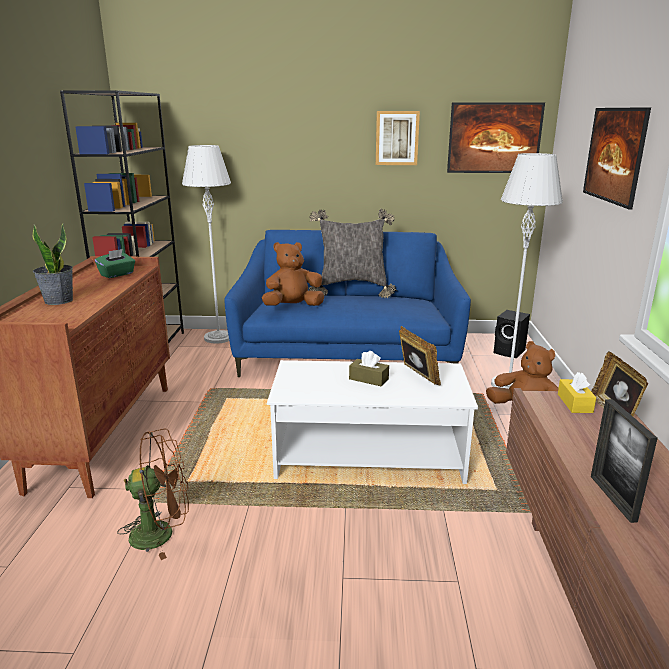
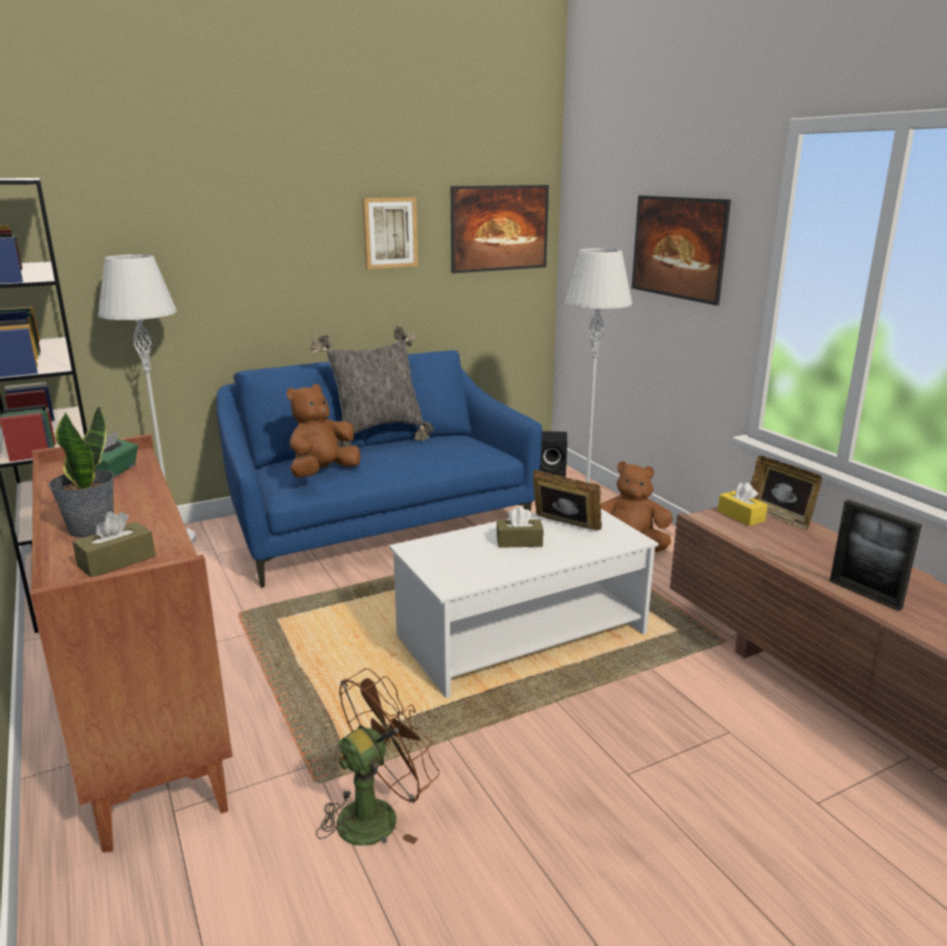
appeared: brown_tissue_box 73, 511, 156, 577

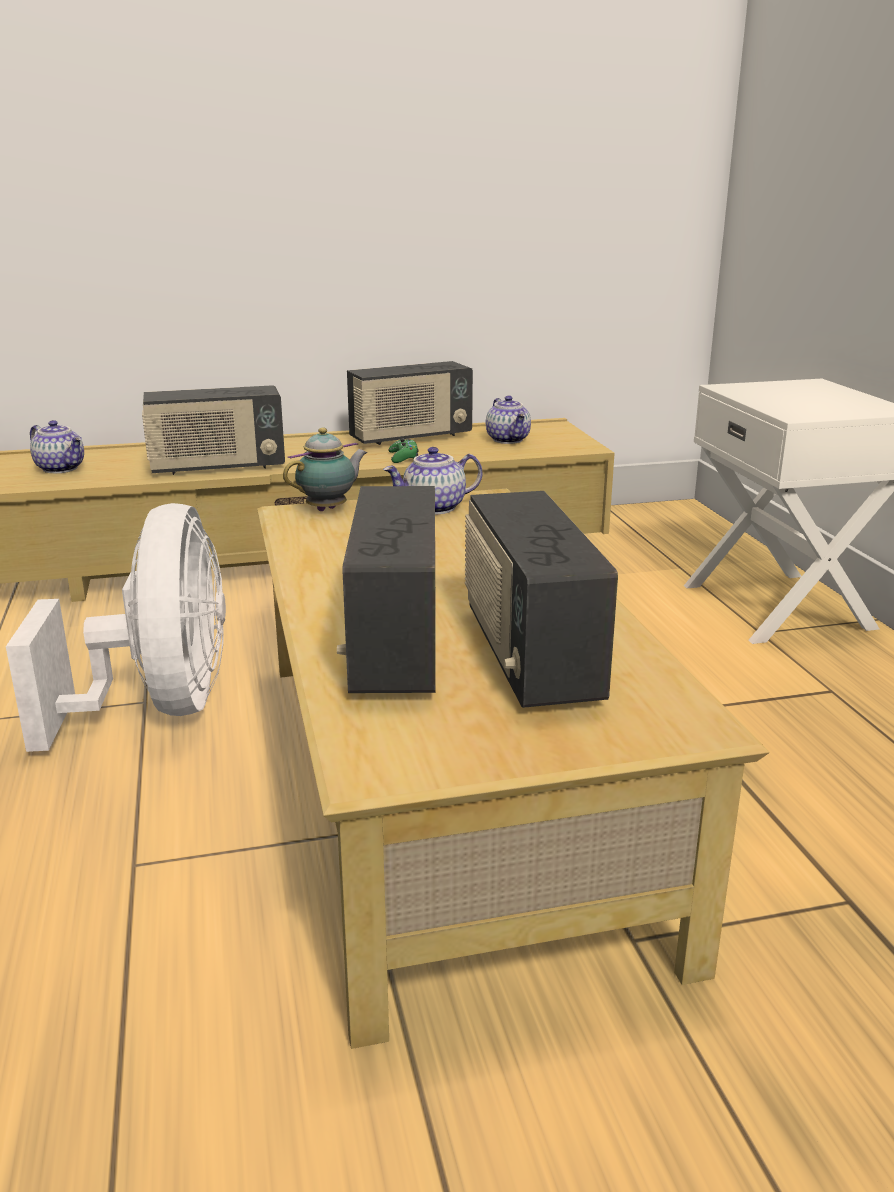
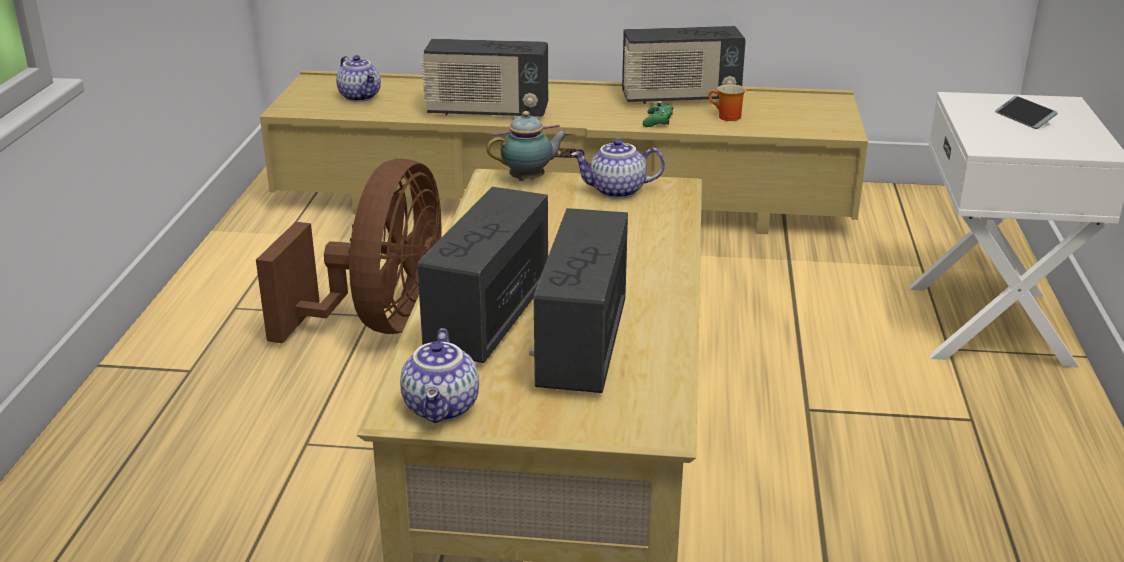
appeared: mug 708, 84, 746, 121; phone 995, 96, 1058, 129
relocated: teapot 486, 396, 531, 444 to 400, 328, 479, 423
colour: white_fan 6, 503, 226, 752 to brown_fan 256, 159, 442, 344

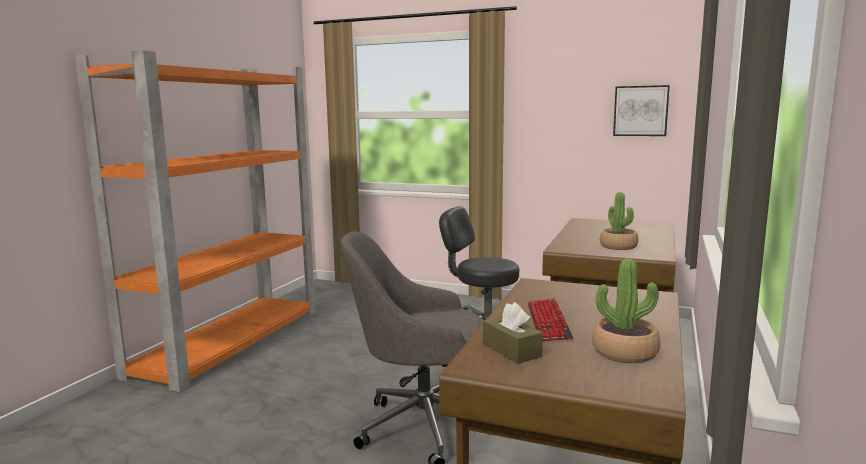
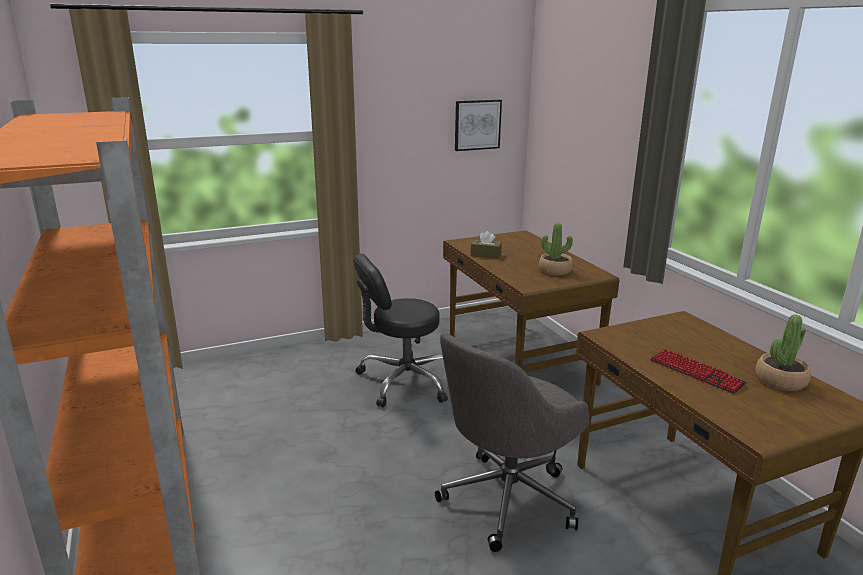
relocated: brown_tissue_box 483, 302, 543, 364 to 471, 231, 502, 258

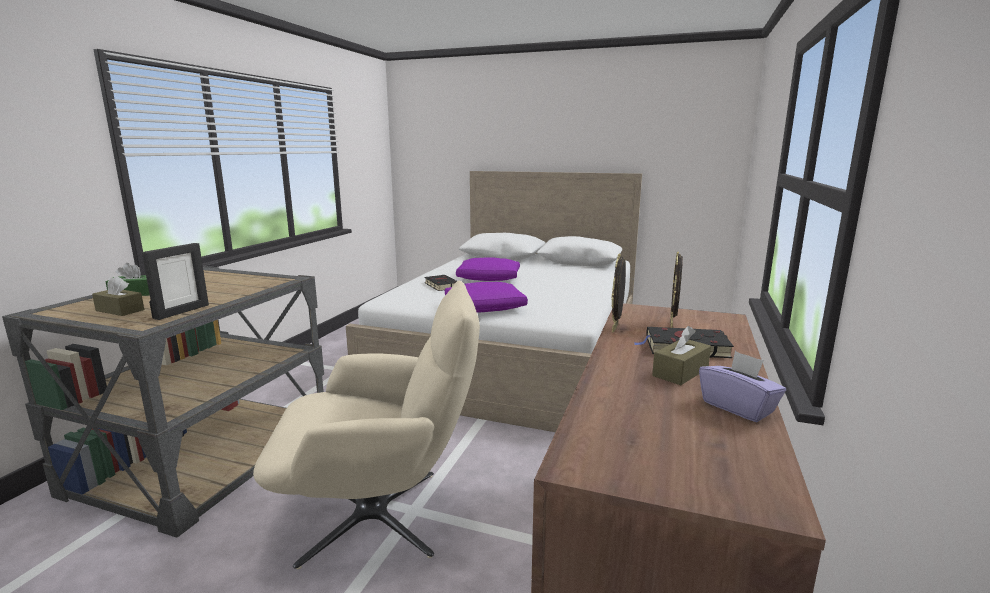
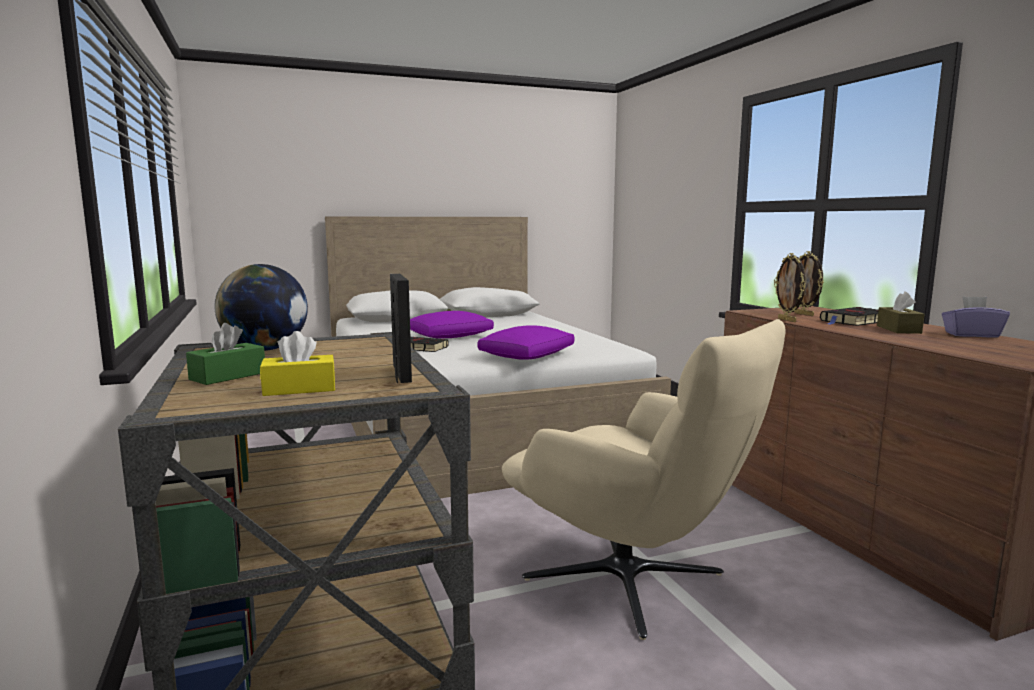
appeared: globe 215, 264, 308, 351
colour: brown_tissue_box 92, 276, 144, 316 to yellow_tissue_box 260, 331, 335, 396
spun: beige_armchair 253, 281, 480, 569 = 502, 319, 785, 640 90 degrees clockwise

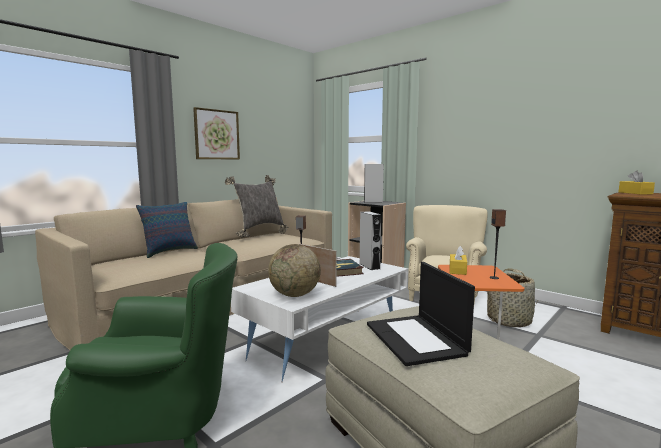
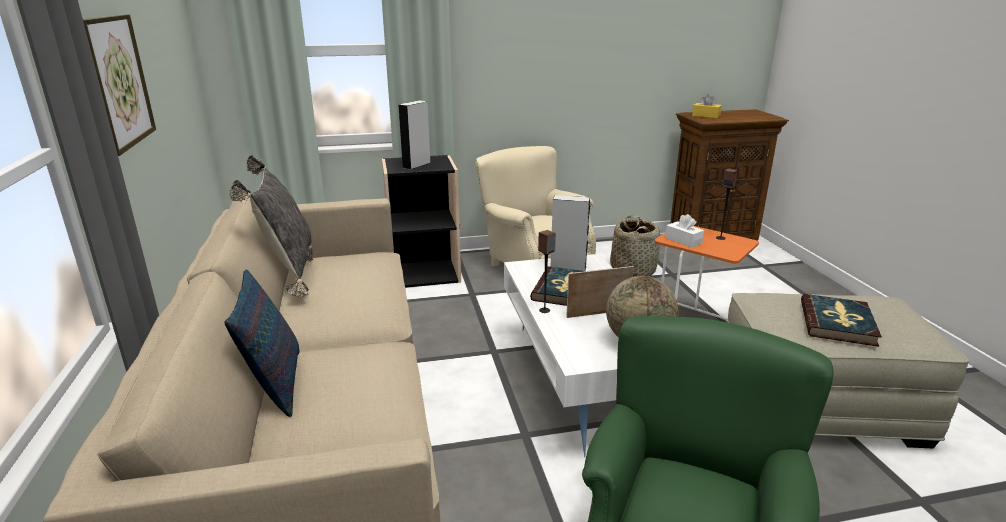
exchanged: laptop 367, 262, 475, 366 to book 801, 294, 882, 347
colour: yellow_tissue_box 450, 246, 467, 275 to white_tissue_box 665, 214, 704, 248

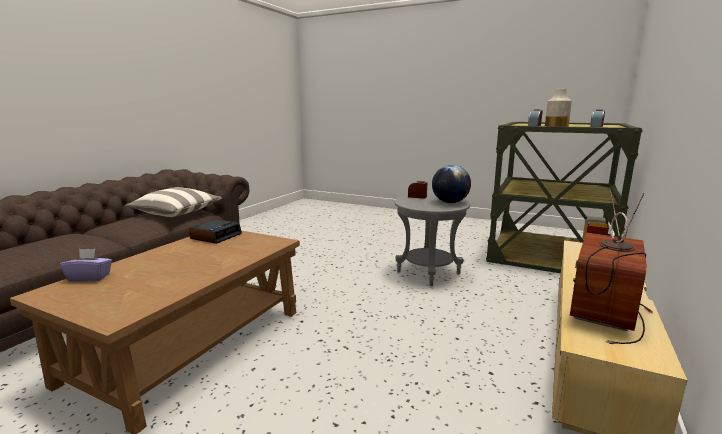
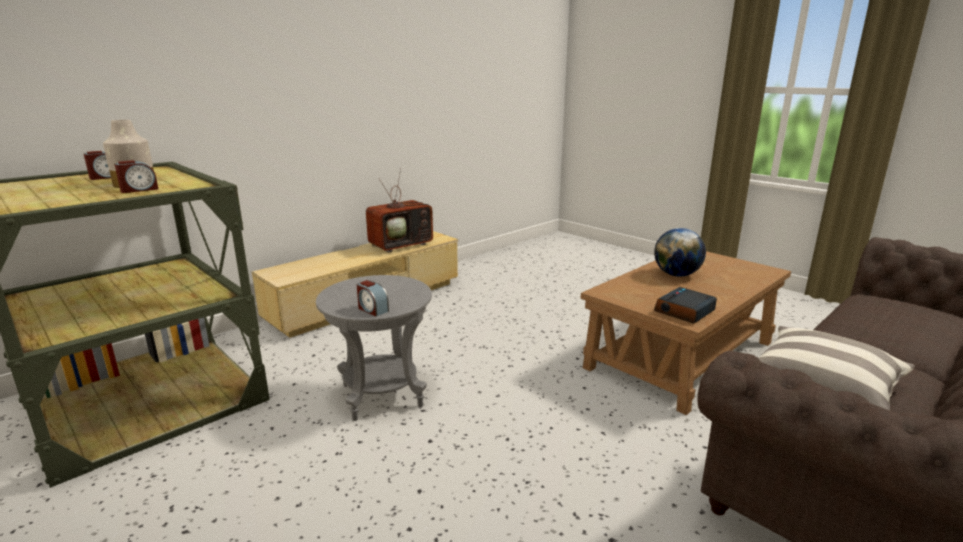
missing: purple_tissue_box 60, 249, 112, 282
relocated: globe 432, 165, 471, 203 to 654, 228, 706, 277

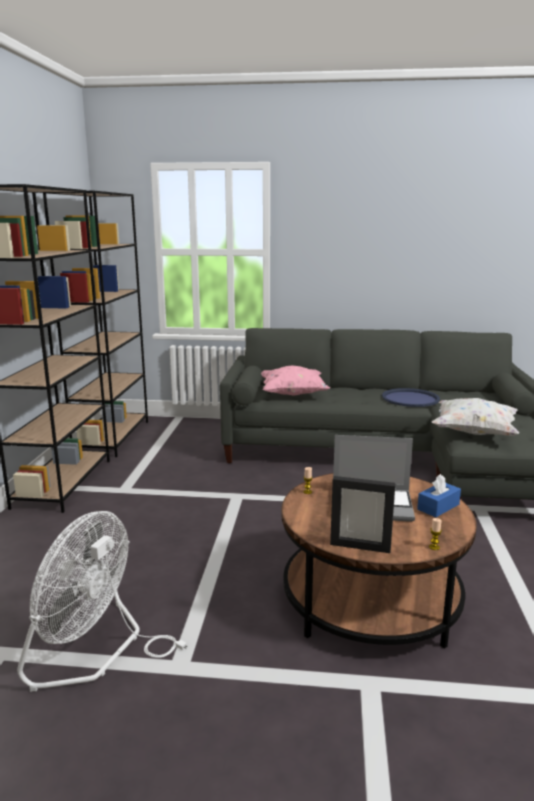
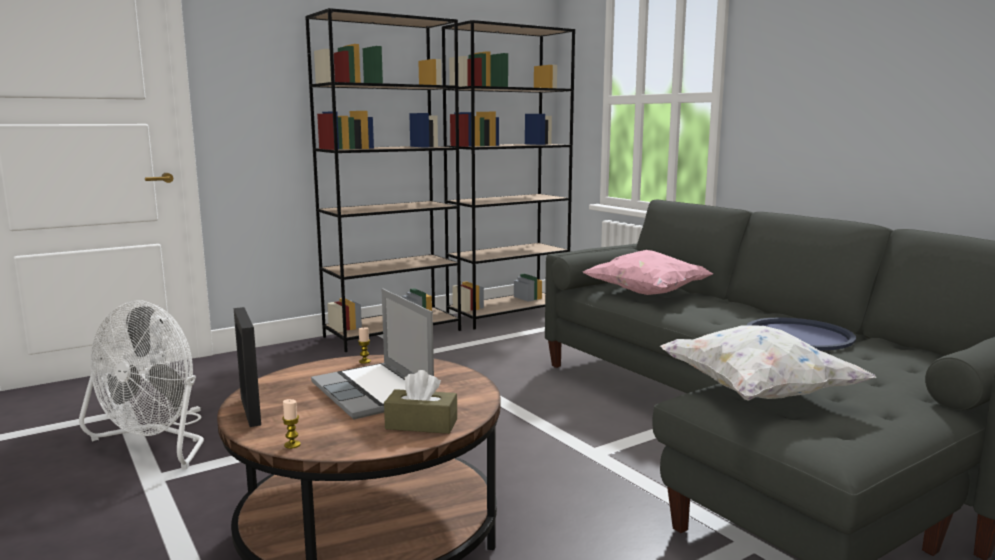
colour: blue_tissue_box 417, 474, 461, 517 to brown_tissue_box 384, 370, 457, 434
spun: white_fan 17, 511, 188, 692 = 79, 300, 204, 469 135 degrees counterclockwise

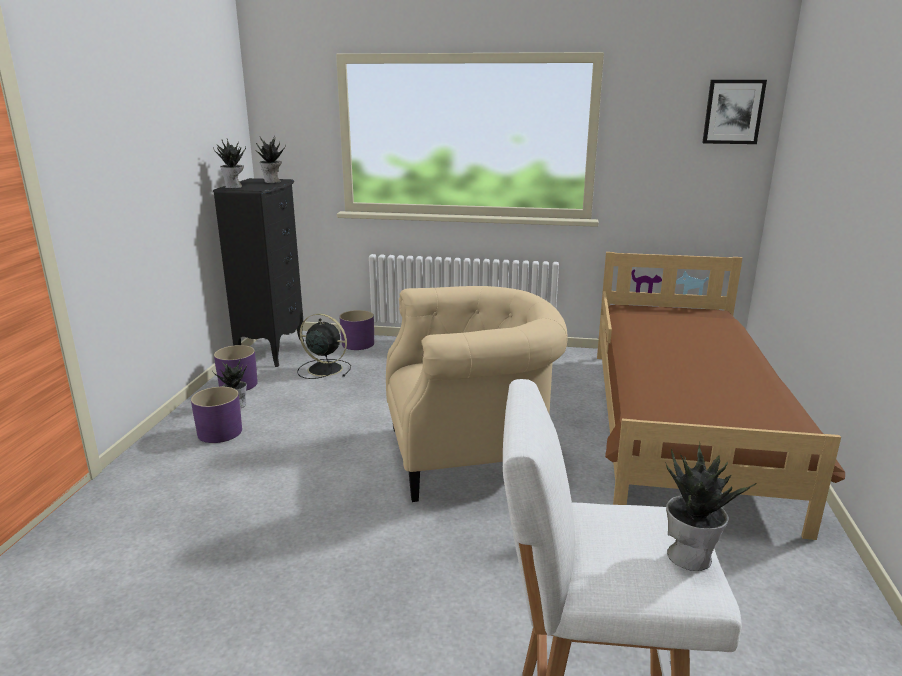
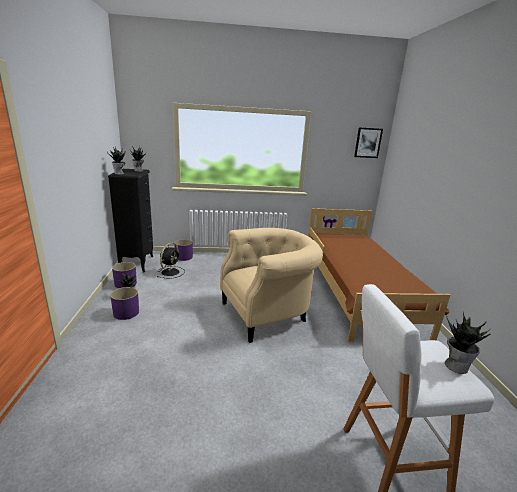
spun: black_fan 297, 313, 351, 379 = 157, 242, 185, 279 105 degrees clockwise

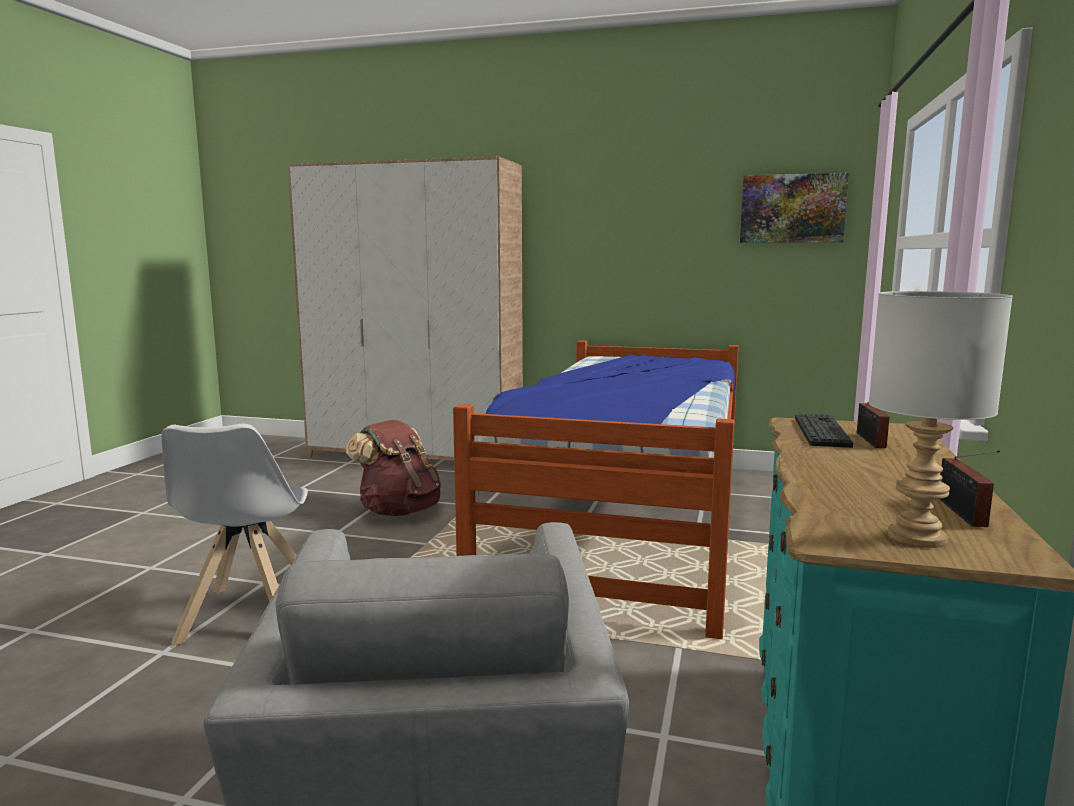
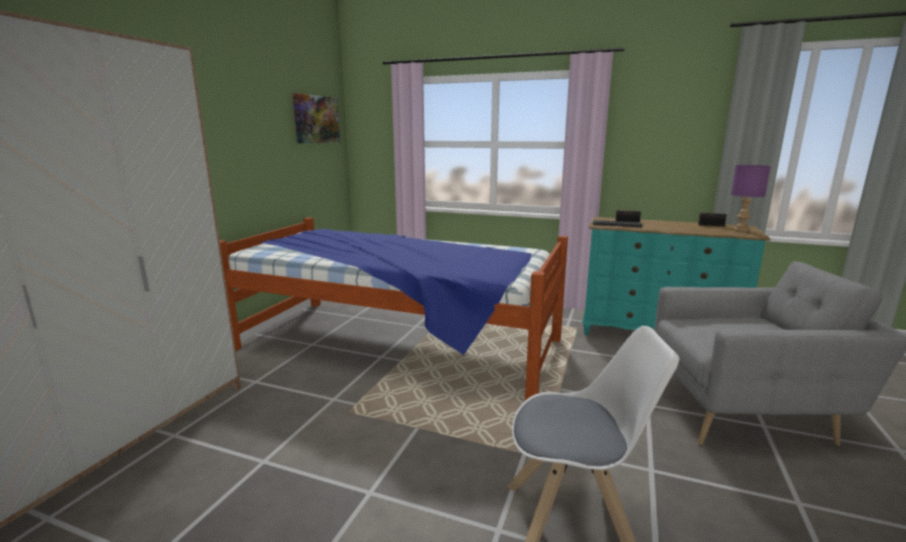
missing: brown_backpack 345, 420, 441, 516
colour: grey_table_lamp 869, 291, 1013, 548 to purple_table_lamp 731, 165, 771, 232

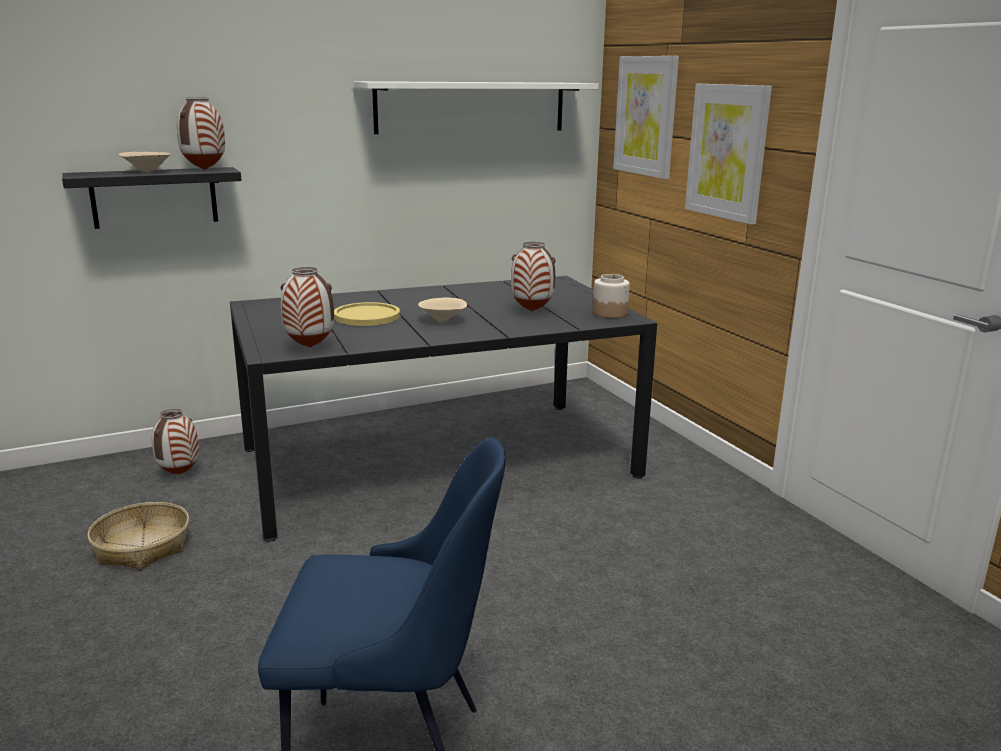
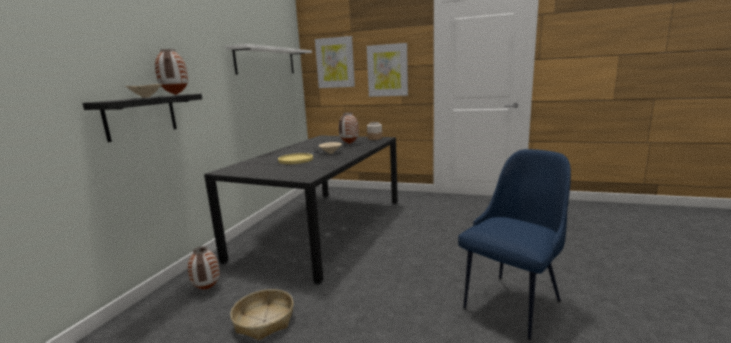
missing: vase 281, 267, 334, 348

